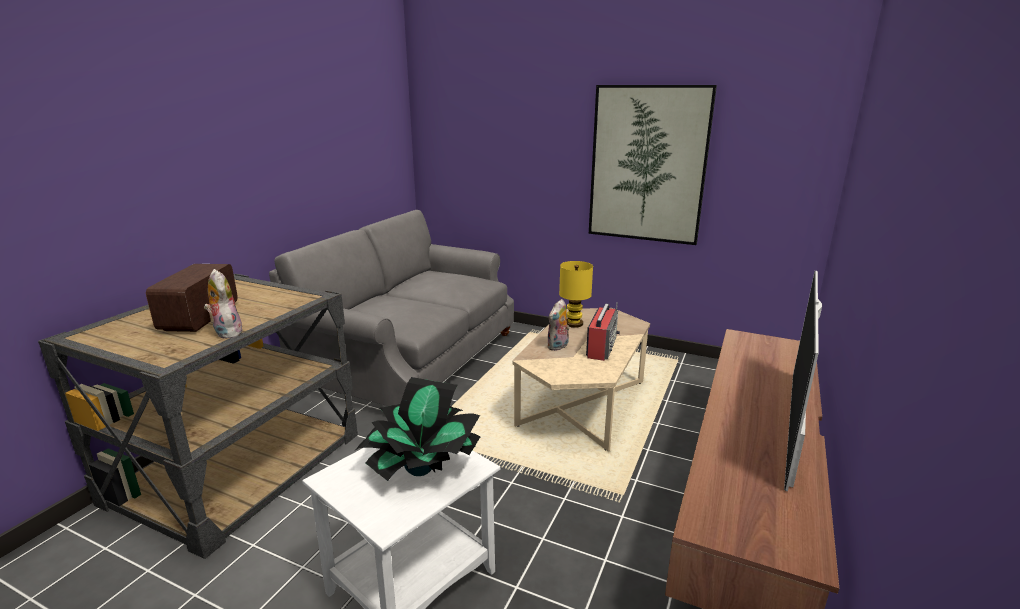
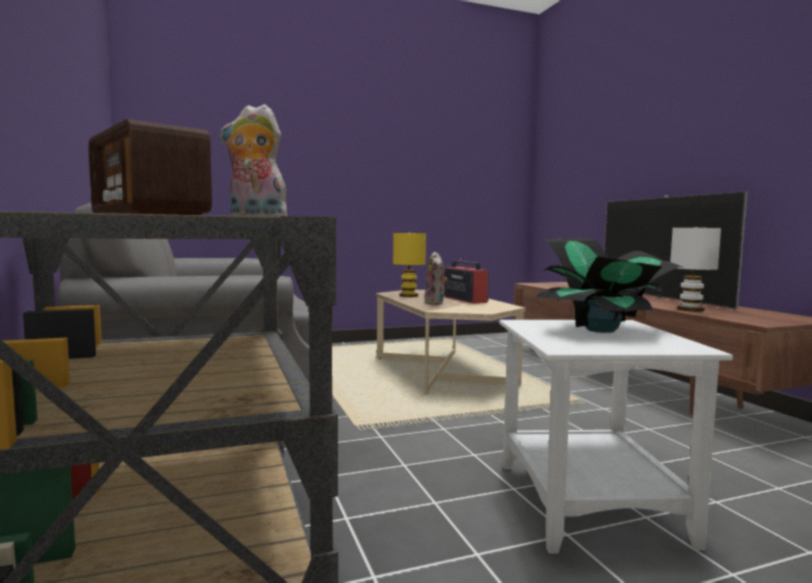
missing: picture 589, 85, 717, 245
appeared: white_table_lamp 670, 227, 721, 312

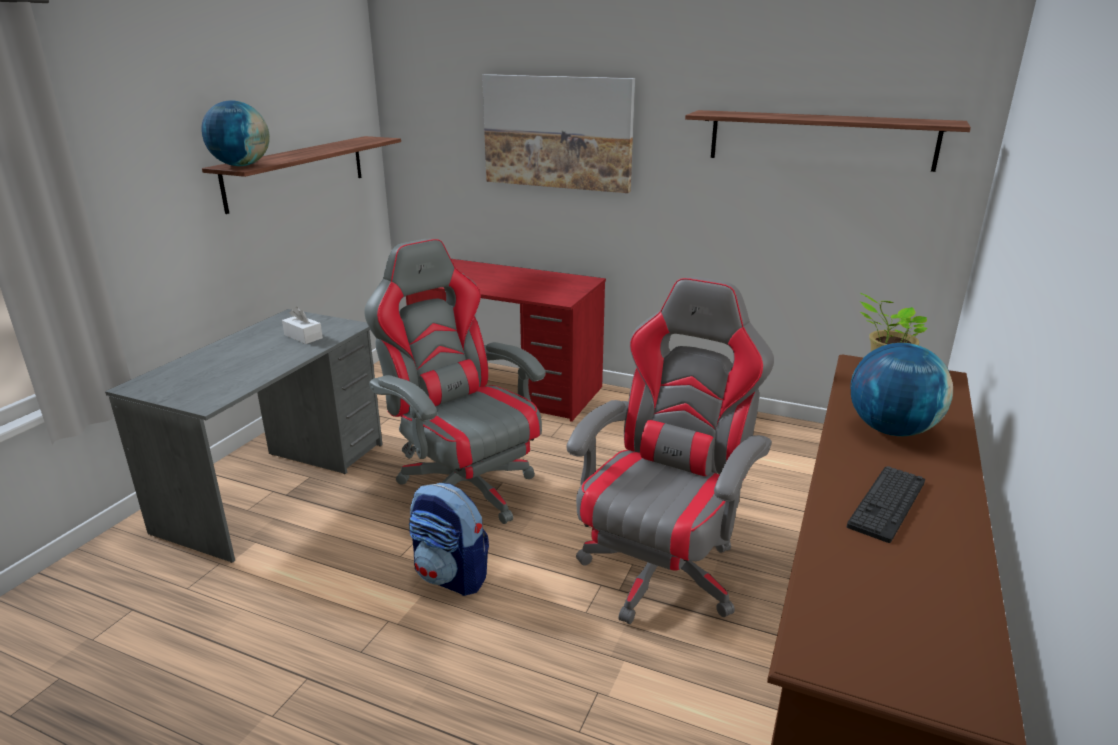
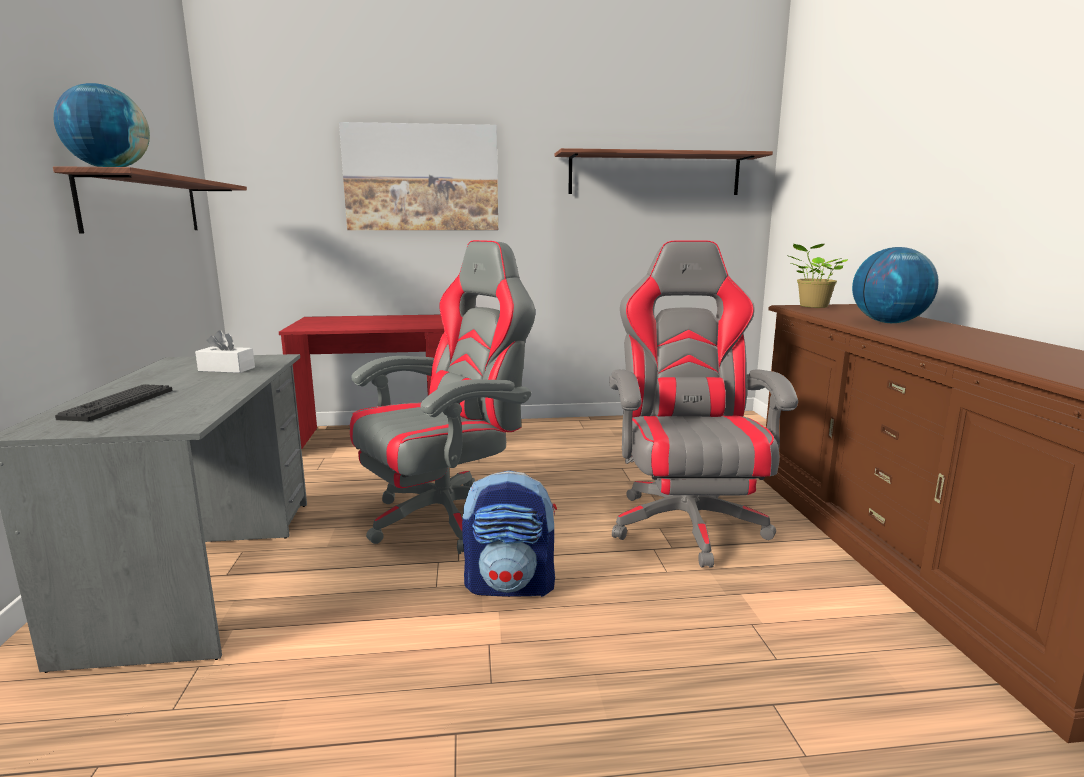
relocated: keyboard 847, 466, 925, 543 to 55, 384, 172, 422
spun: grey_office_chair 364, 239, 545, 524 = 350, 240, 535, 554 120 degrees clockwise

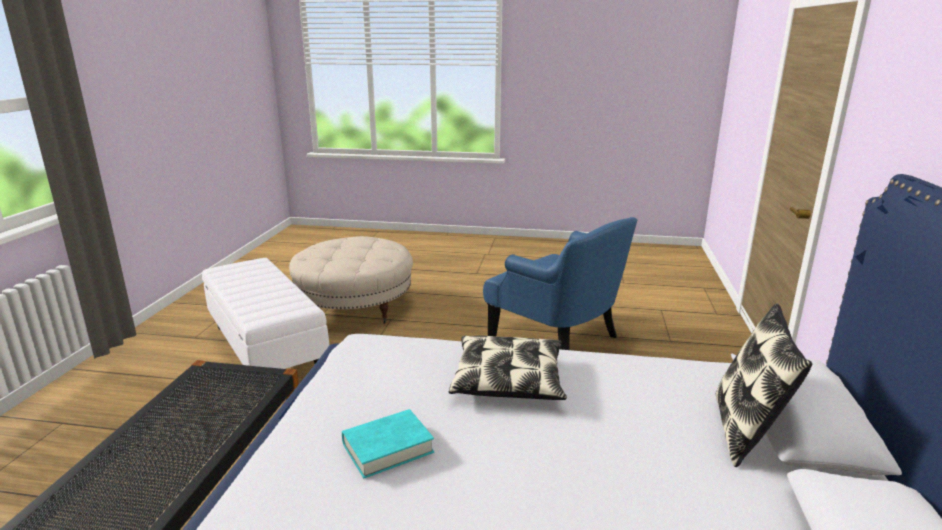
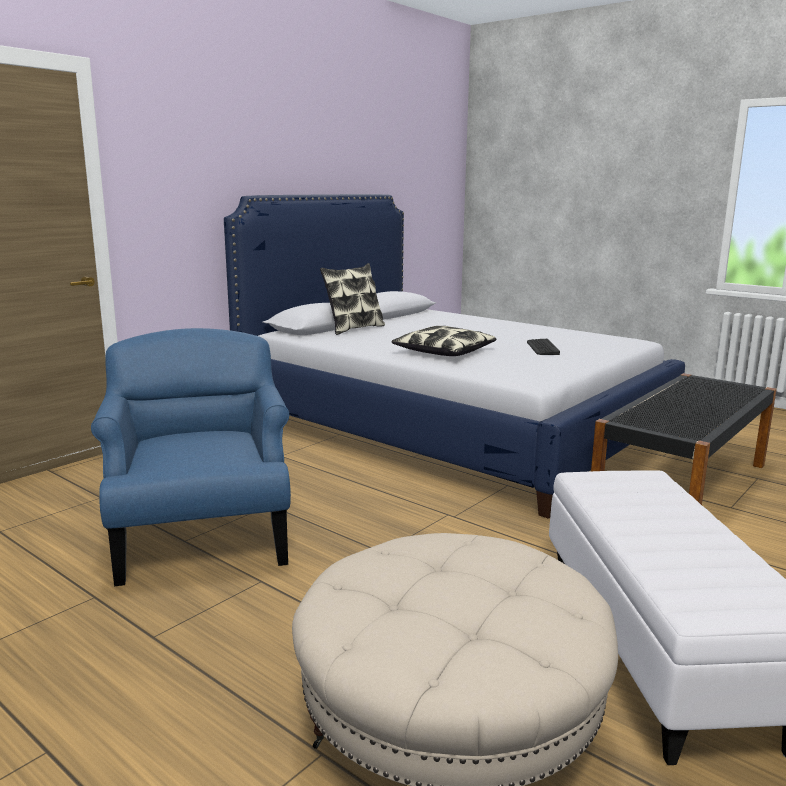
exchanged: turquoise_book 342, 409, 434, 479 to keyboard 527, 339, 560, 355

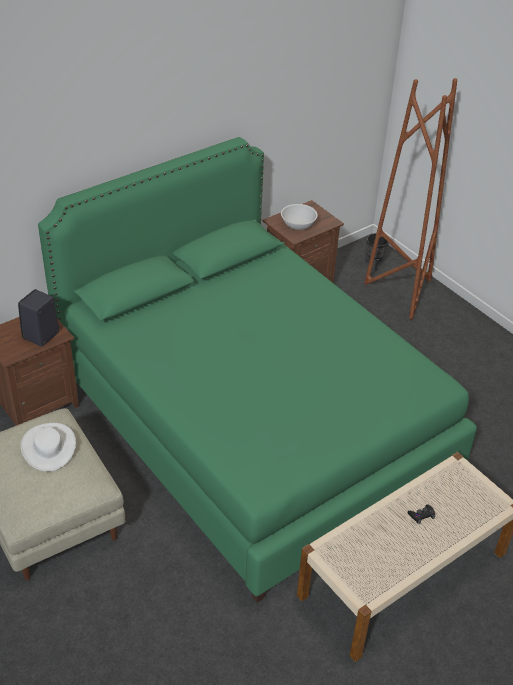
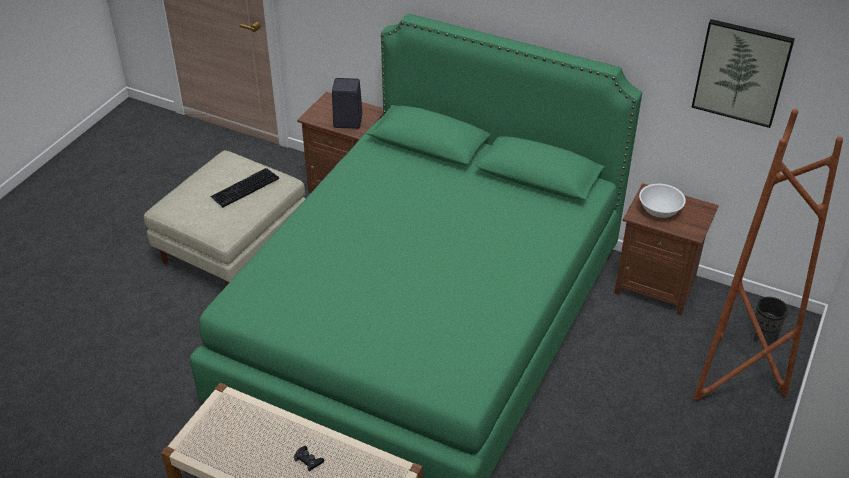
appeared: picture 691, 19, 795, 128
exchanged: white_hat 21, 423, 76, 472 to keyboard 210, 168, 279, 208

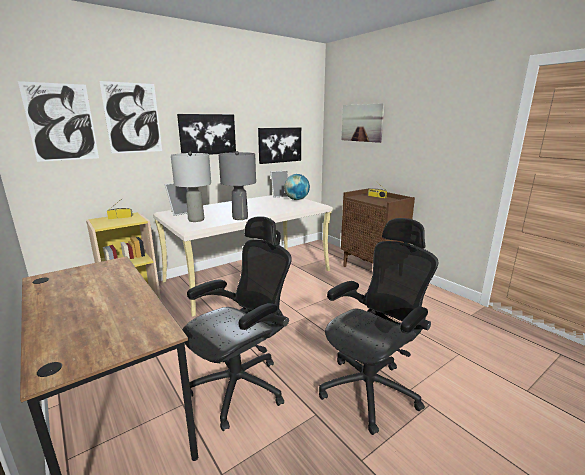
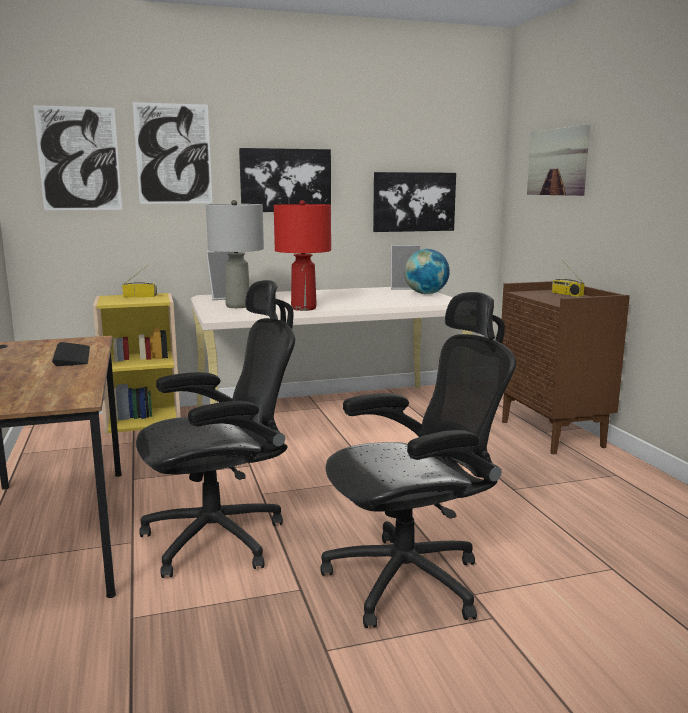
appeared: keyboard 52, 342, 90, 366
colour: grey_table_lamp 218, 151, 256, 220 to red_table_lamp 274, 200, 331, 311

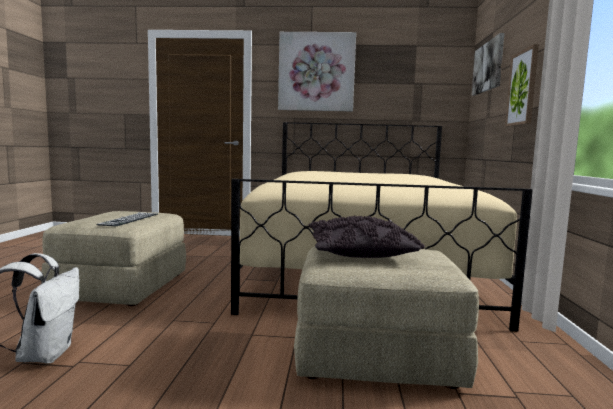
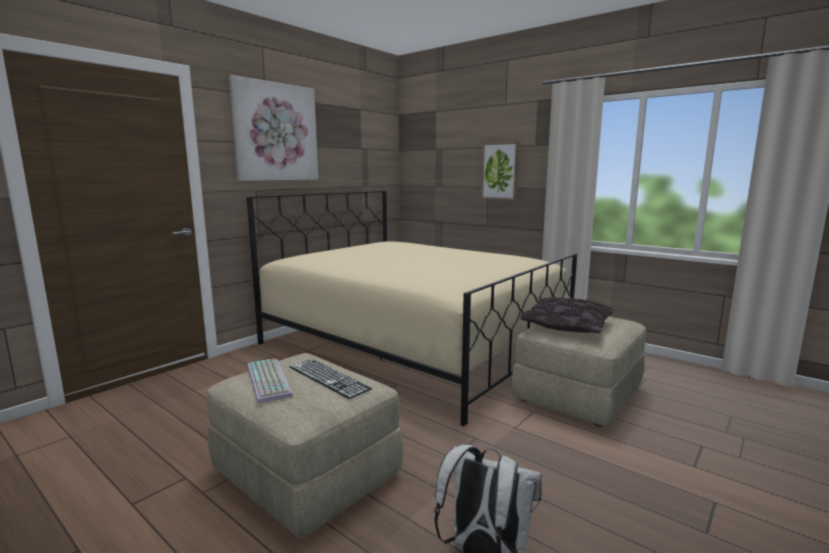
missing: picture 471, 33, 505, 96
appeared: keyboard 248, 358, 293, 404

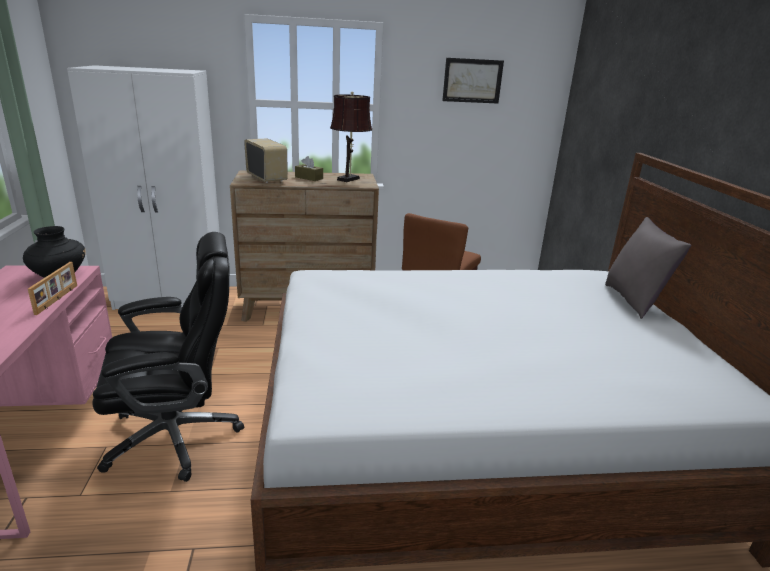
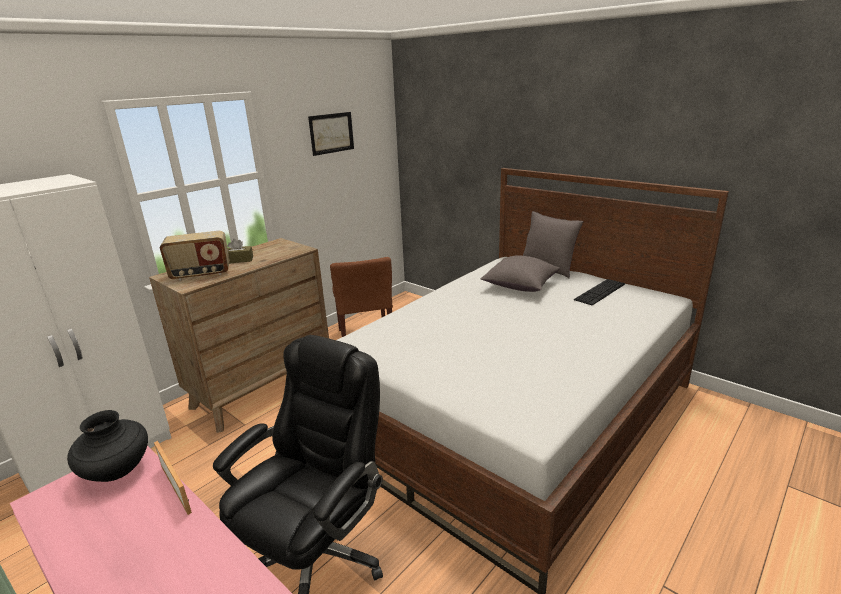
missing: brown_table_lamp 330, 91, 372, 182
appeared: grey_pillow 481, 255, 560, 292; keyboard 574, 279, 625, 305
spun: radio 244, 138, 288, 183 = 160, 231, 230, 280 150 degrees clockwise

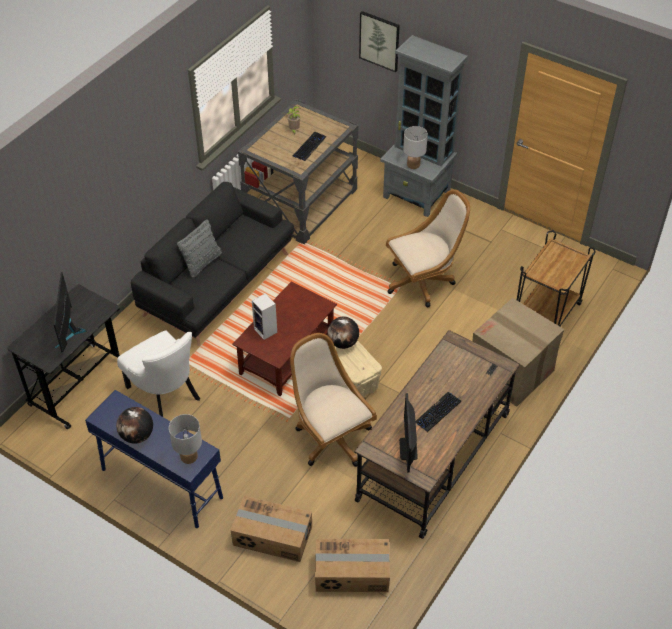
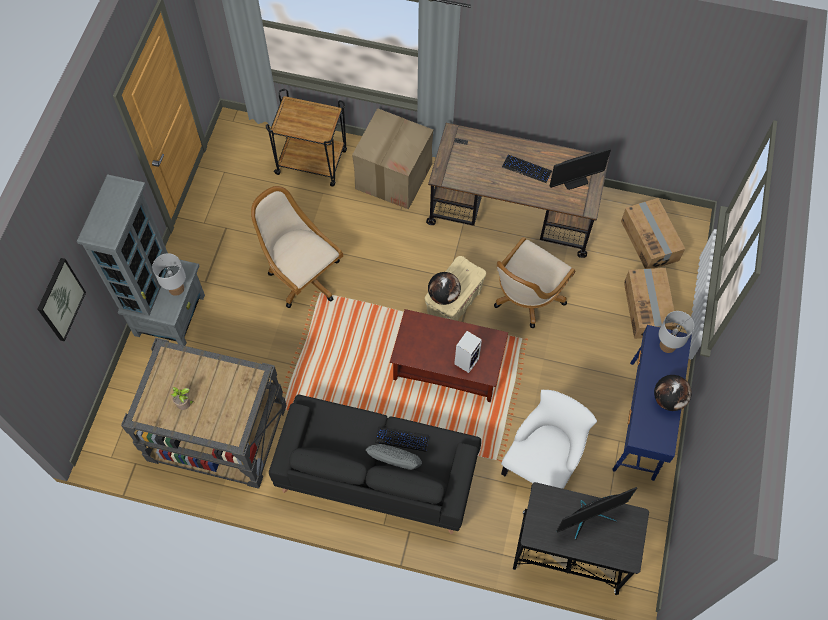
relocated: keyboard 292, 132, 326, 161 to 375, 426, 429, 452

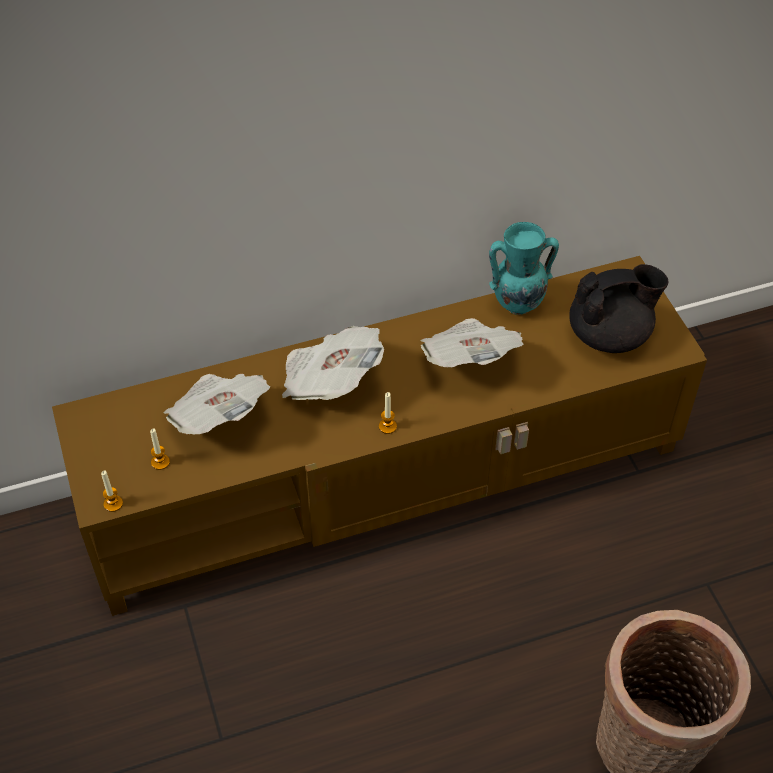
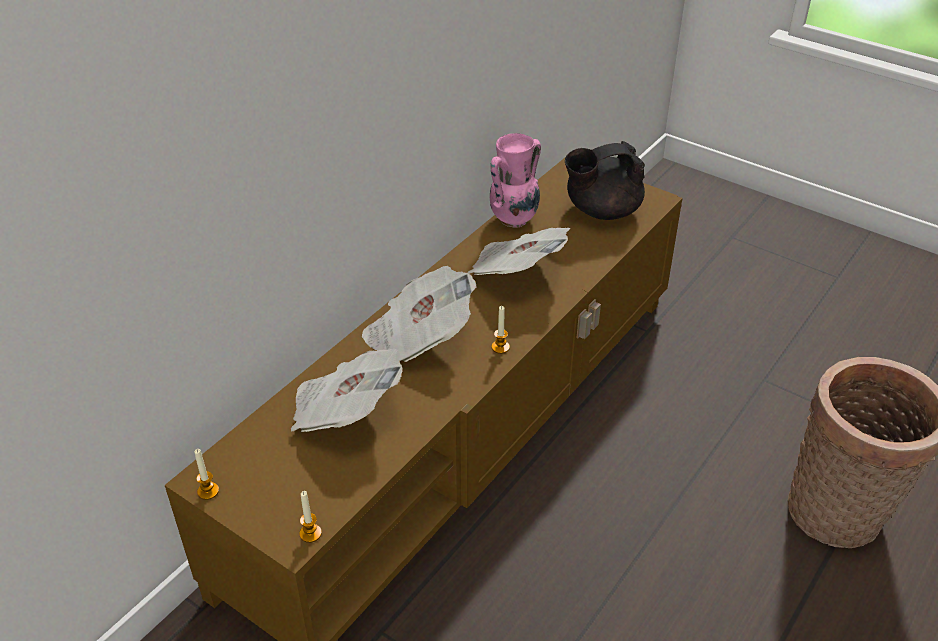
relocated: candle 150, 428, 170, 470 to 195, 449, 219, 500
colour: turquoise_vase 489, 222, 559, 315 to pink_vase 490, 133, 541, 228
spun: black_teapot 569, 264, 668, 353 = 565, 141, 645, 220 150 degrees counterclockwise

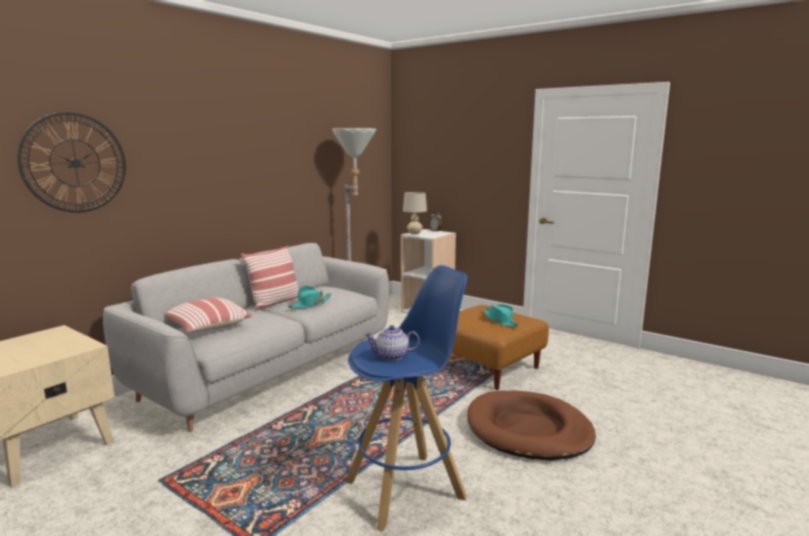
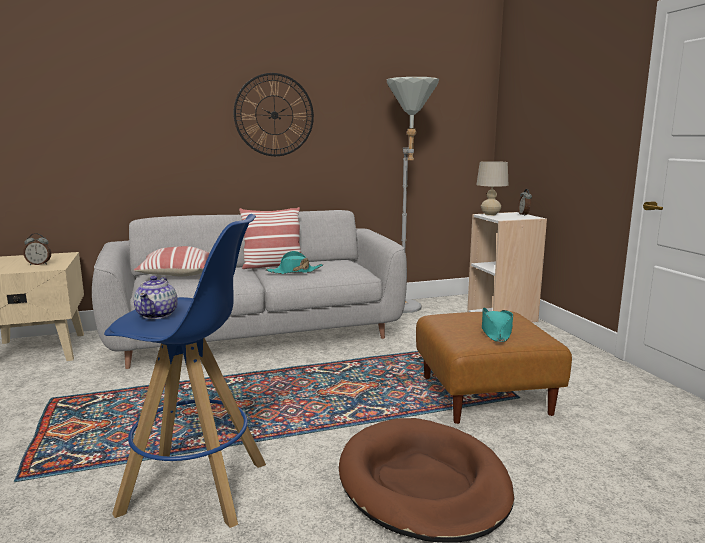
appeared: alarm_clock 23, 233, 51, 265
relocated: wall_clock 17, 112, 126, 213 to 234, 73, 314, 156
spun: teapot 364, 325, 420, 361 = 134, 276, 178, 319 120 degrees counterclockwise

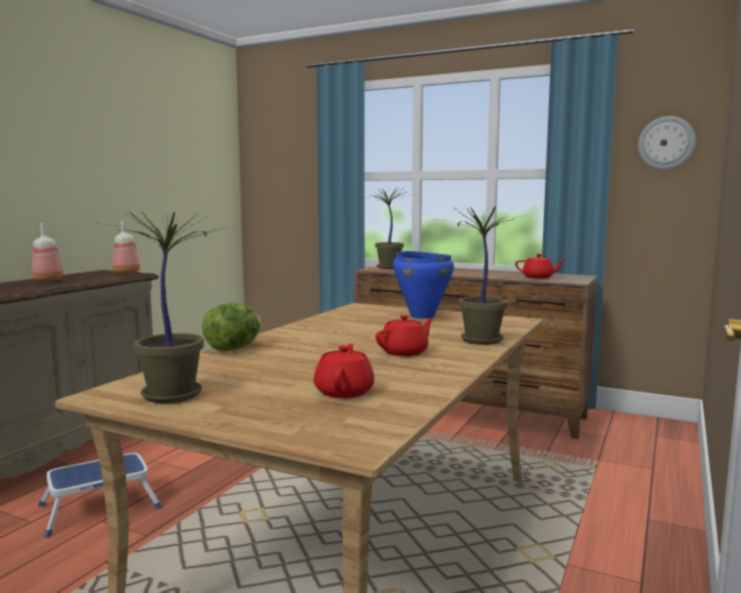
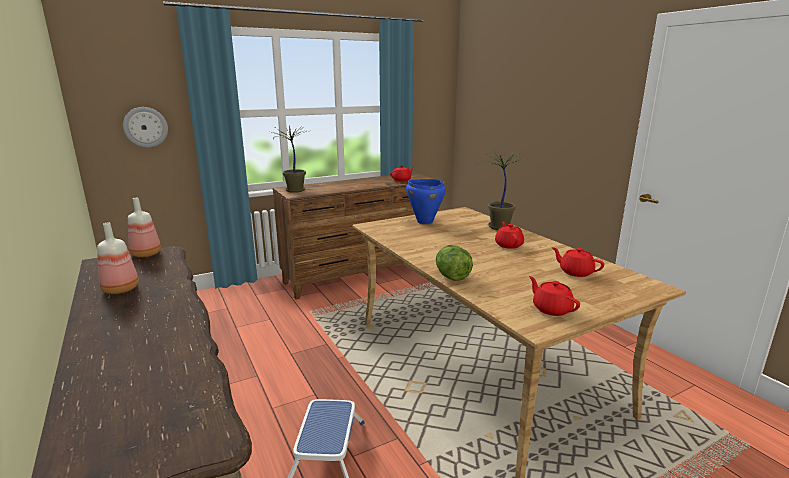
relocated: wall_clock 638, 116, 696, 170 to 123, 107, 168, 148
exchanged: potted_plant 99, 211, 229, 403 to red_teapot 529, 276, 580, 316

